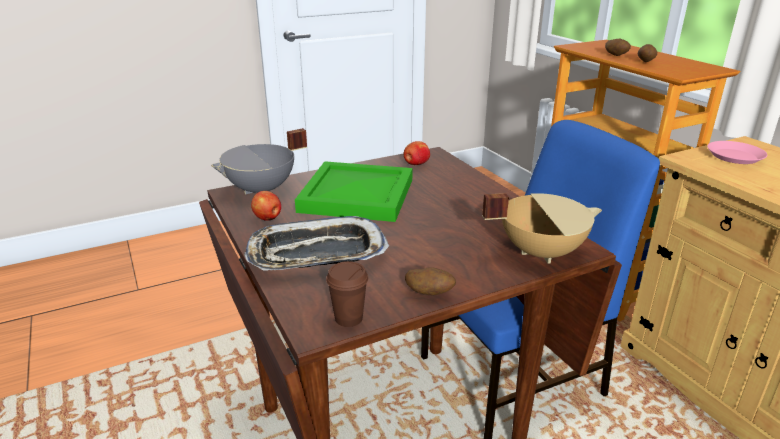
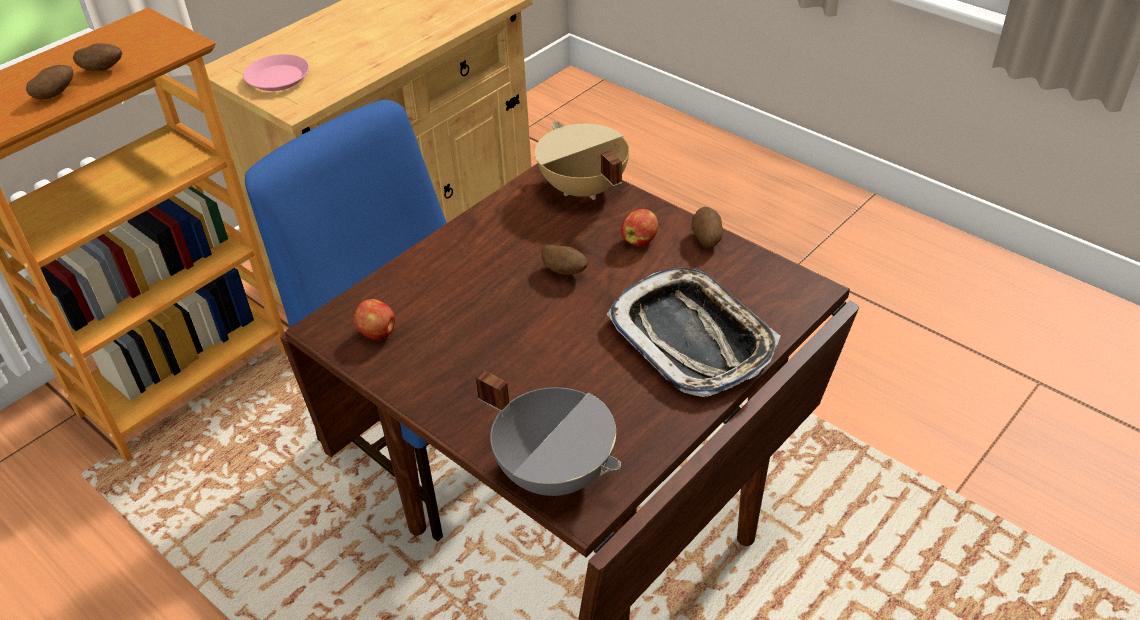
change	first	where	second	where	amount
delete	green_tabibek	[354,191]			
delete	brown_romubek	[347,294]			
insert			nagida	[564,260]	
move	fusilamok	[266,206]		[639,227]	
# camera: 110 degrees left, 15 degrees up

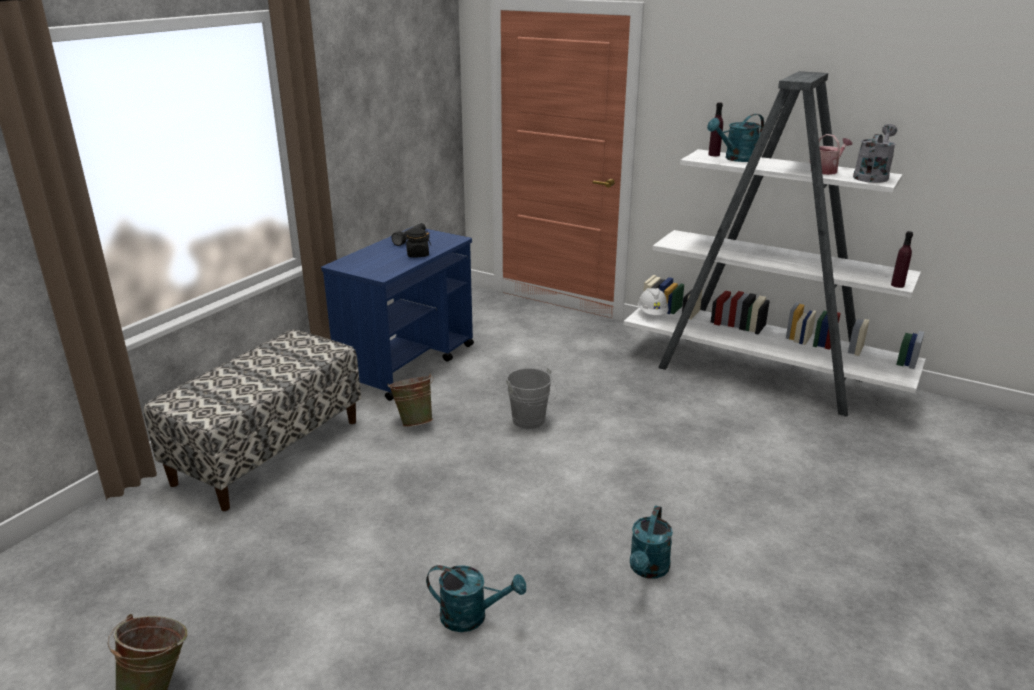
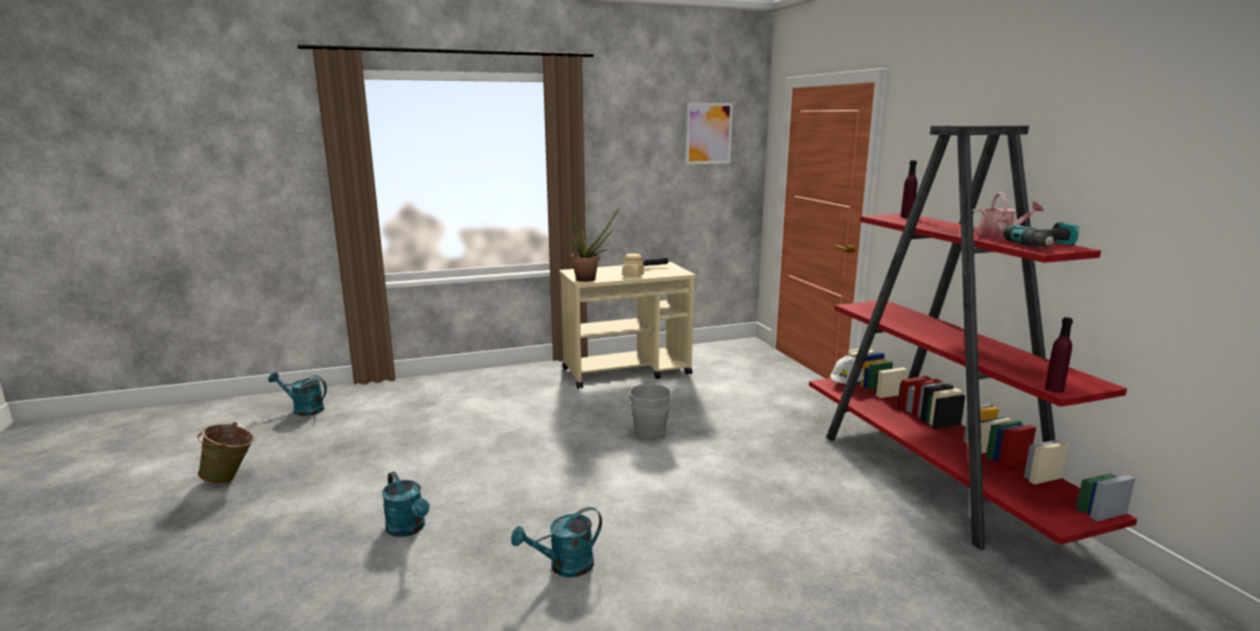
change	first	where	second	where	amount
delete	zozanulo	[252,420]			
delete	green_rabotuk	[410,400]			
insert			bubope	[595,244]	
insert			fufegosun	[709,133]	
move	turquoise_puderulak	[735,138]		[297,394]	
replace	grey_puderulak	[875,153]	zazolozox	[1041,234]	
recolor	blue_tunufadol	[397,313]	beige_tunufadol	[628,325]	
recolor	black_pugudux	[417,243]	beige_pugudux	[633,265]	
recolor	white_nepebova	[774,243]	red_nepebova	[973,337]	
# camera: 40 degrees right, 10 degrees down

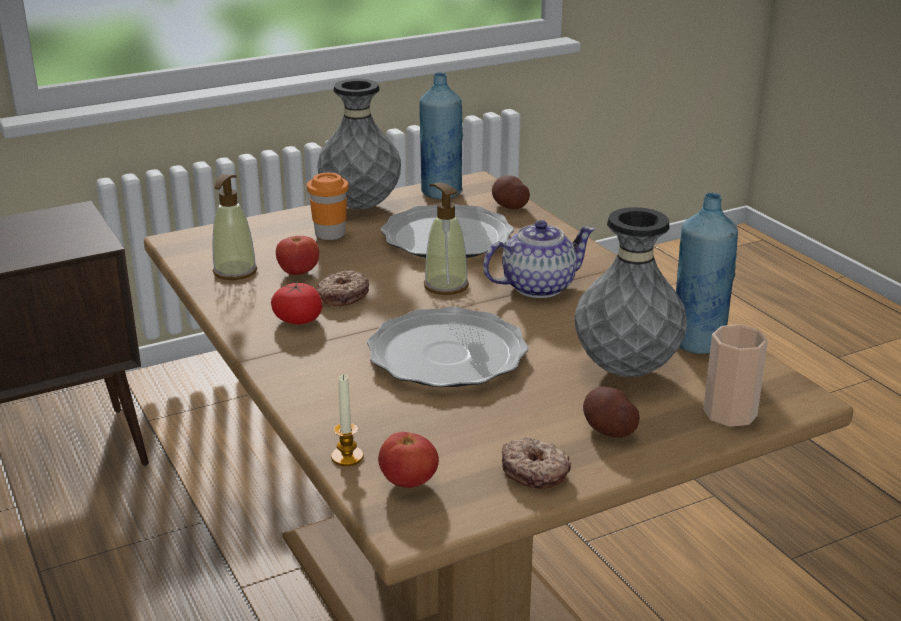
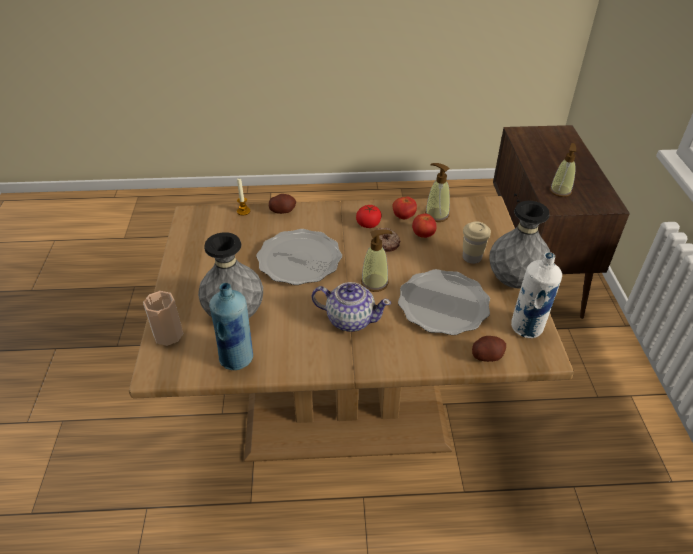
change	first	where	second	where	amount
delete	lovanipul	[536,463]			
insert			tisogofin	[563,170]	
move	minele	[408,460]		[404,208]	
move	nagida	[611,412]		[282,204]	
recolor	orange_romubek	[328,206]	beige_romubek	[477,242]	
recolor	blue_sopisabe	[441,135]	white_sopisabe	[536,295]	
rotate	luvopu	[539,259]		[351,307]	75 degrees counterclockwise
# camera: 115 degrees right, 15 degrees up

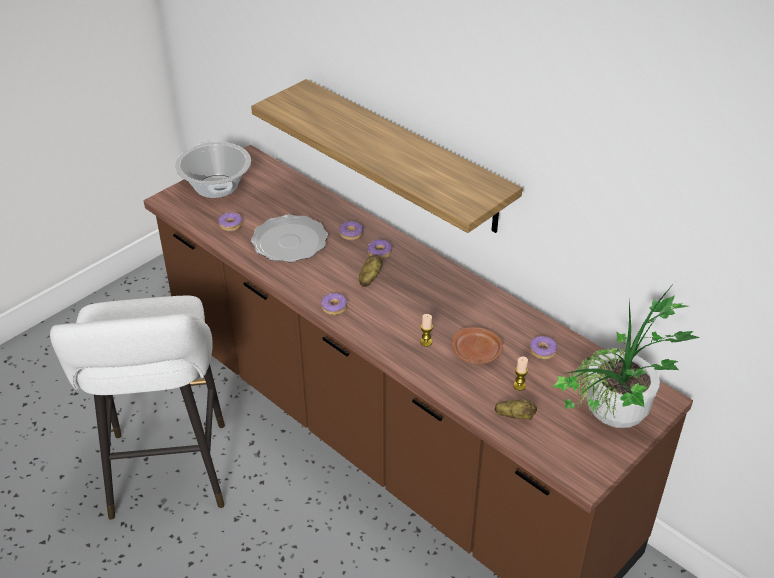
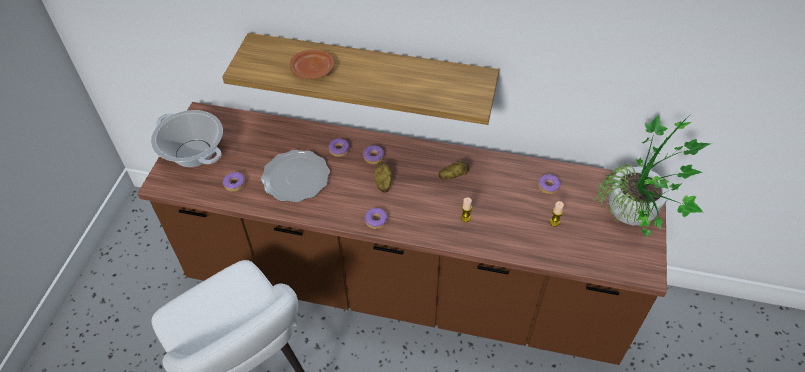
change	first	where	second	where	amount
move	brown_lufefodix	[477,345]		[312,64]	
move	nagida	[516,409]		[454,170]	
# camera: 30 degrees left, 10 degrees up

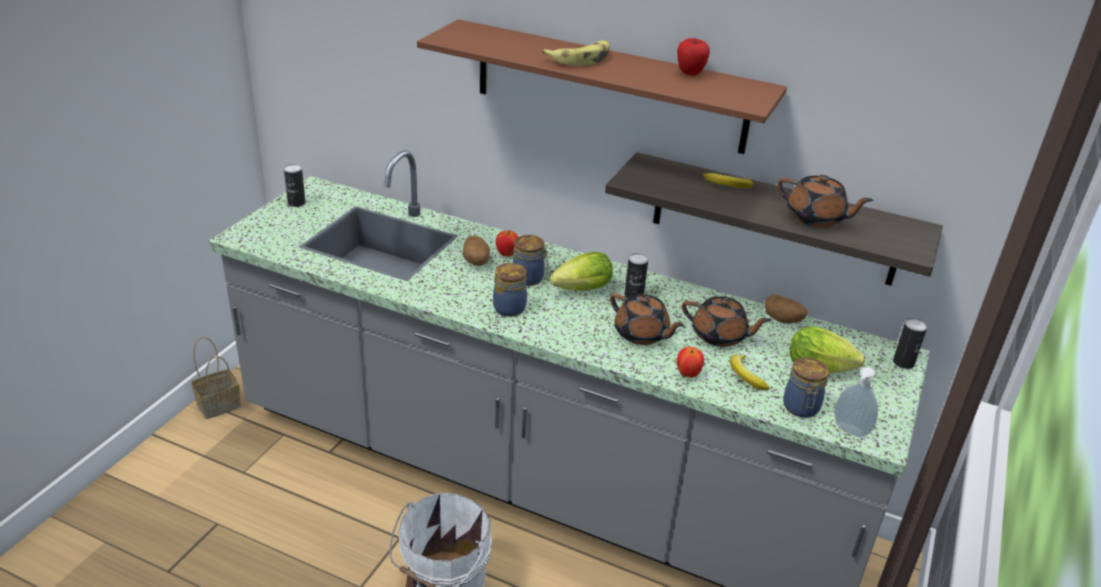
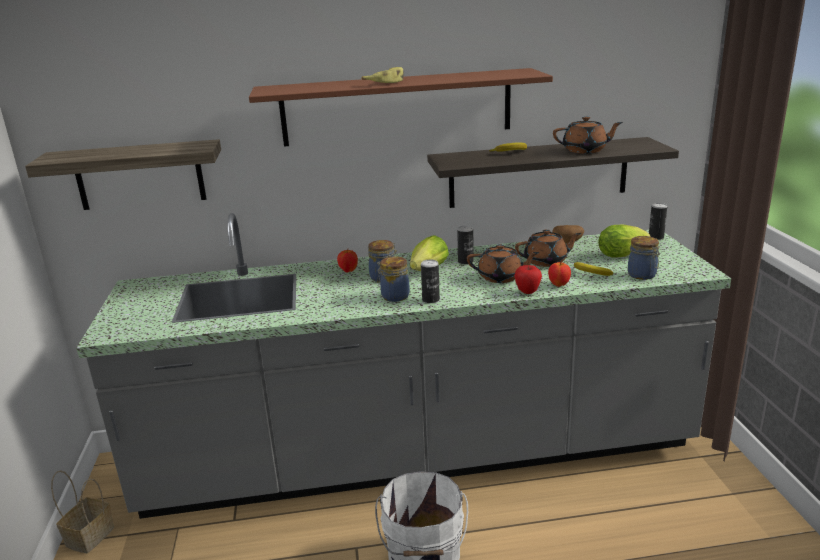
change	first	where	second	where	amount
delete	nagida	[476,250]			
delete	tisogofin	[856,402]			
insert			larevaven	[123,174]	
move	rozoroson	[294,185]		[430,281]	
move	fusilamok	[693,57]		[528,279]	
# camera: 30 degrees left, 10 degrees down

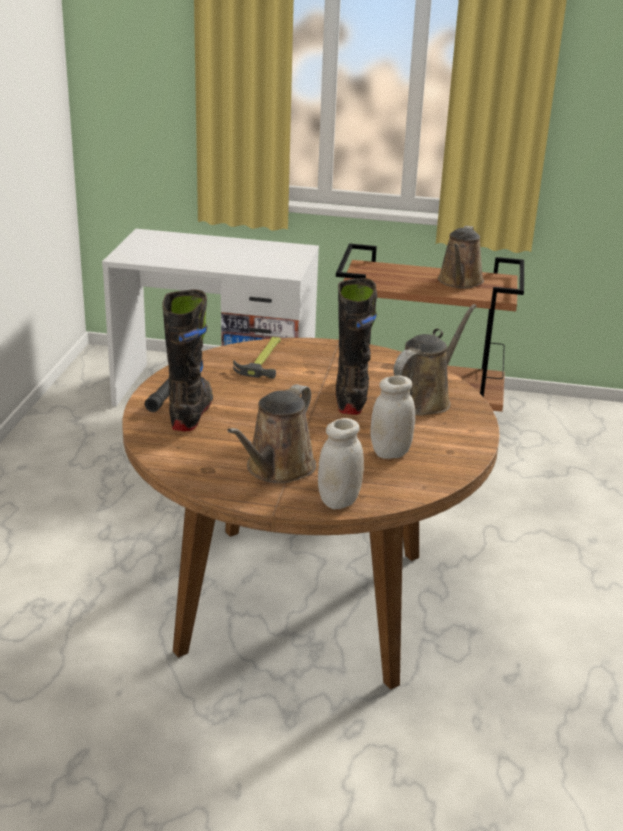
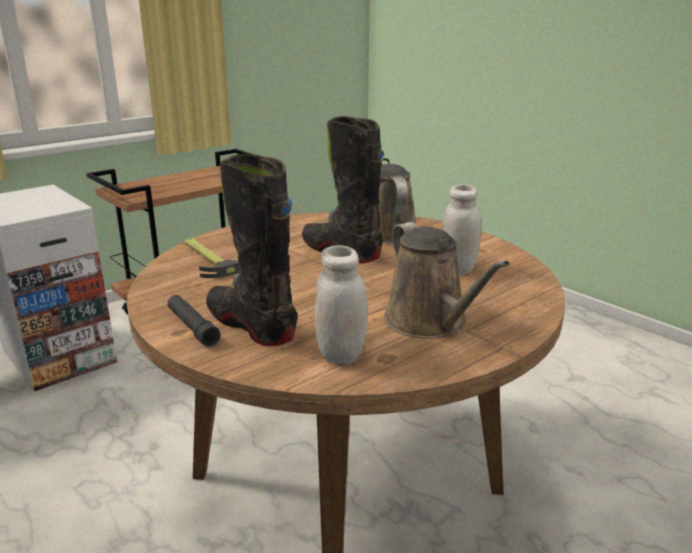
change	first	where	second	where	amount
delete	brown_puderulak	[461,257]			
move	white_pugudux	[341,463]		[341,304]	
# camera: 50 degrees left, 5 degrees down

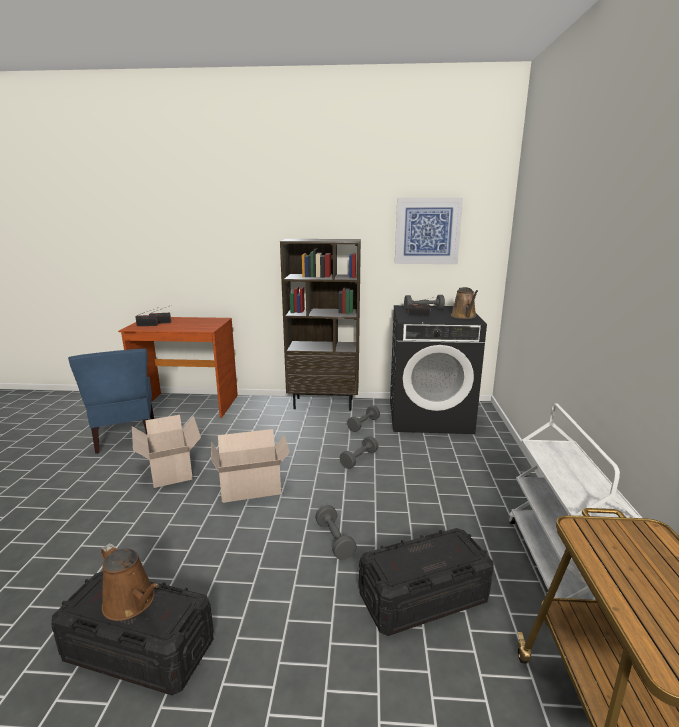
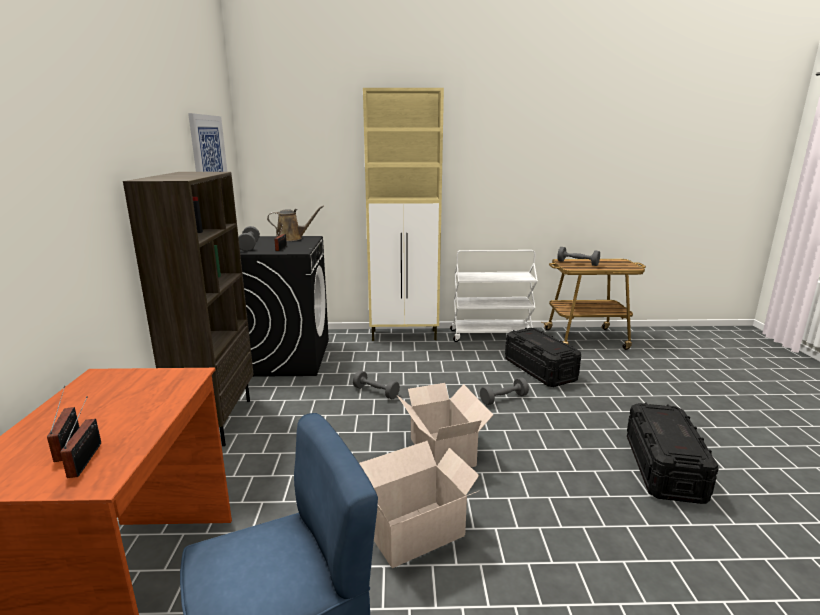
change	first	where	second	where	amount
delete	brown_puderulak	[130,582]			
insert			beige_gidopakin	[403,214]	
move	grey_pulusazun	[363,418]		[578,256]	
# camera: 95 degrees left, 0 degrees up

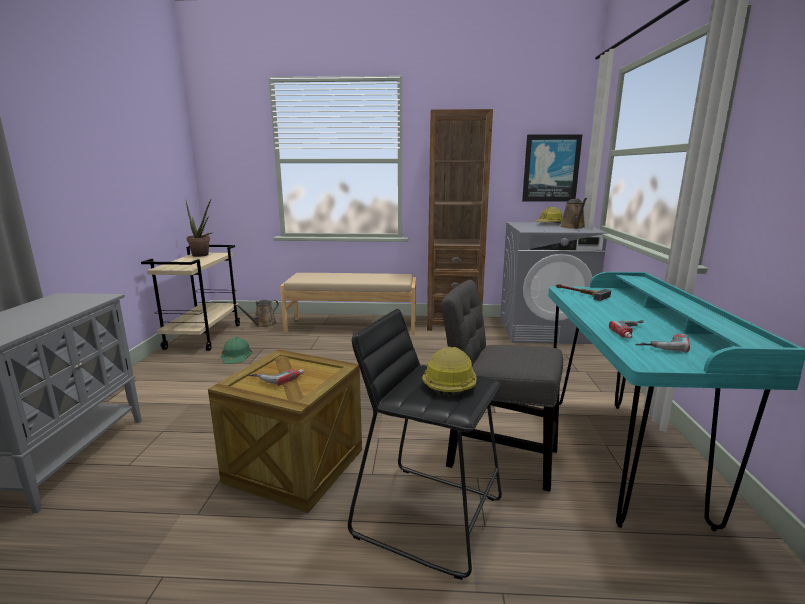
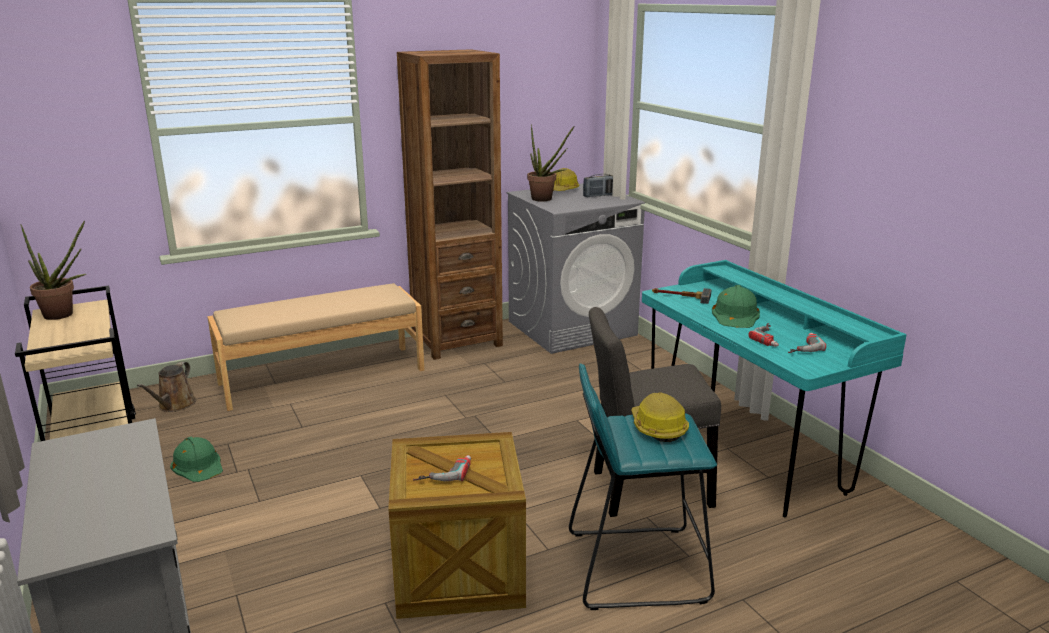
change	first	where	second	where	amount
delete	fufegosun	[552,168]			
insert			bubope	[550,162]	
insert			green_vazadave	[736,306]	
replace	brown_puderulak	[573,213]	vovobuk	[598,185]	
recolor	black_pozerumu	[425,444]	turquoise_pozerumu	[643,486]	
# camera: 30 degrees left, 5 degrees up

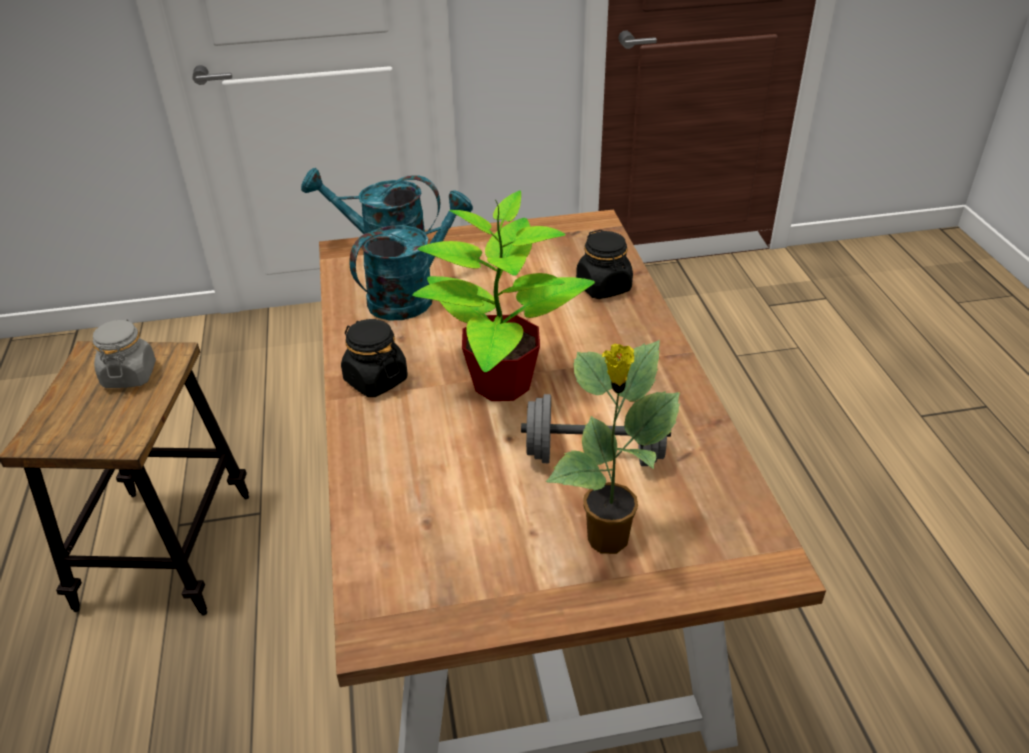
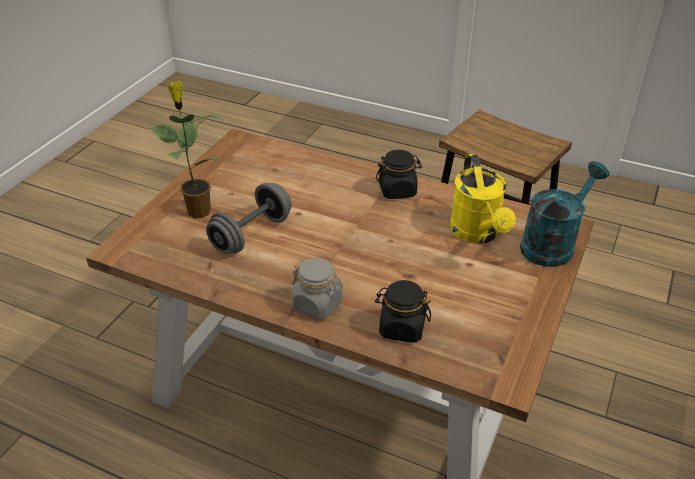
change	first	where	second	where	amount
delete	bubope	[503,295]			
move	grey_pugudux	[124,353]		[317,289]	
recolor	turquoise_puderulak	[411,255]	yellow_puderulak	[483,199]	
# camera: 125 degrees right, 0 degrees up

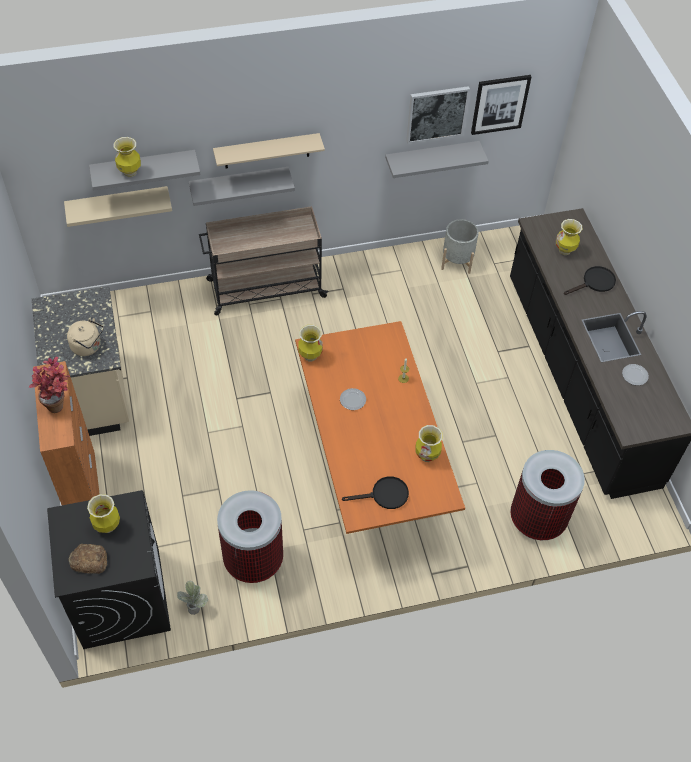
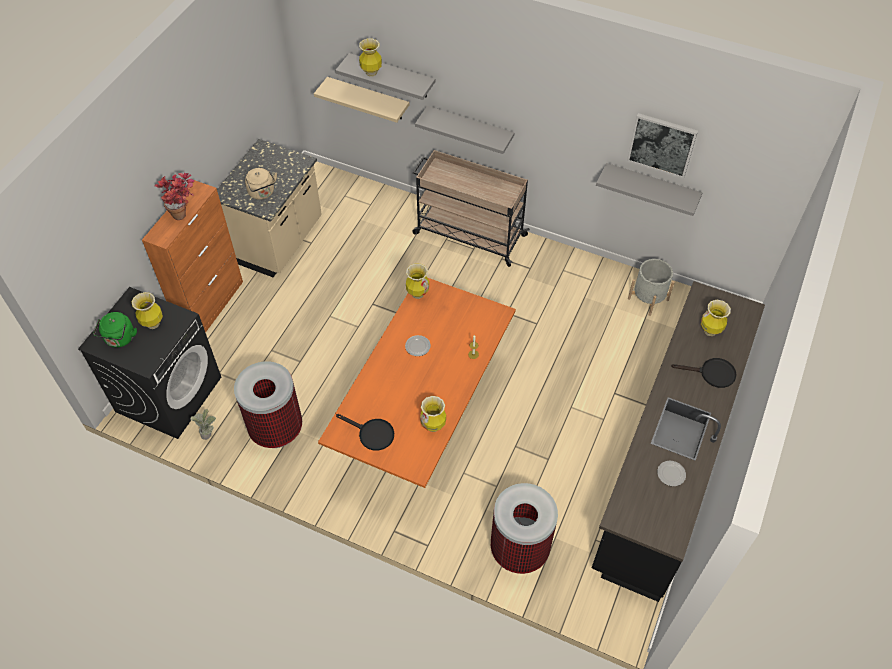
change	first	where	second	where	amount
delete	beige_larevaven	[269,150]			
delete	fufegosun	[501,105]			
replace	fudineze	[87,559]	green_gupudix	[115,329]	
# camera: 40 degrees right, 0 degrees up

